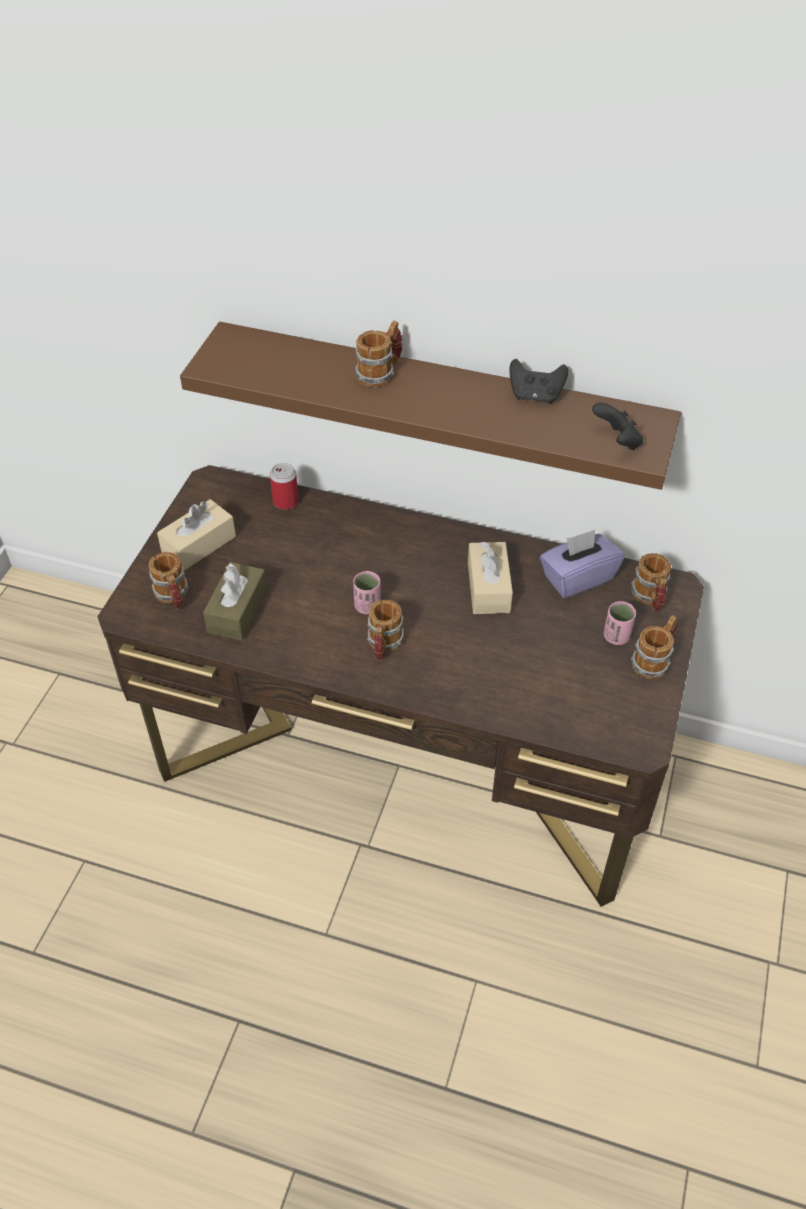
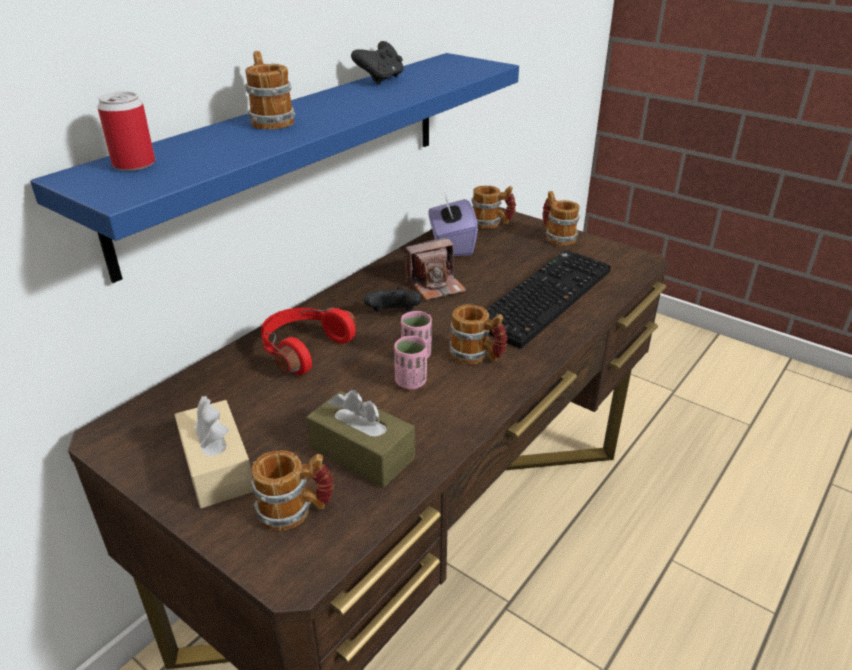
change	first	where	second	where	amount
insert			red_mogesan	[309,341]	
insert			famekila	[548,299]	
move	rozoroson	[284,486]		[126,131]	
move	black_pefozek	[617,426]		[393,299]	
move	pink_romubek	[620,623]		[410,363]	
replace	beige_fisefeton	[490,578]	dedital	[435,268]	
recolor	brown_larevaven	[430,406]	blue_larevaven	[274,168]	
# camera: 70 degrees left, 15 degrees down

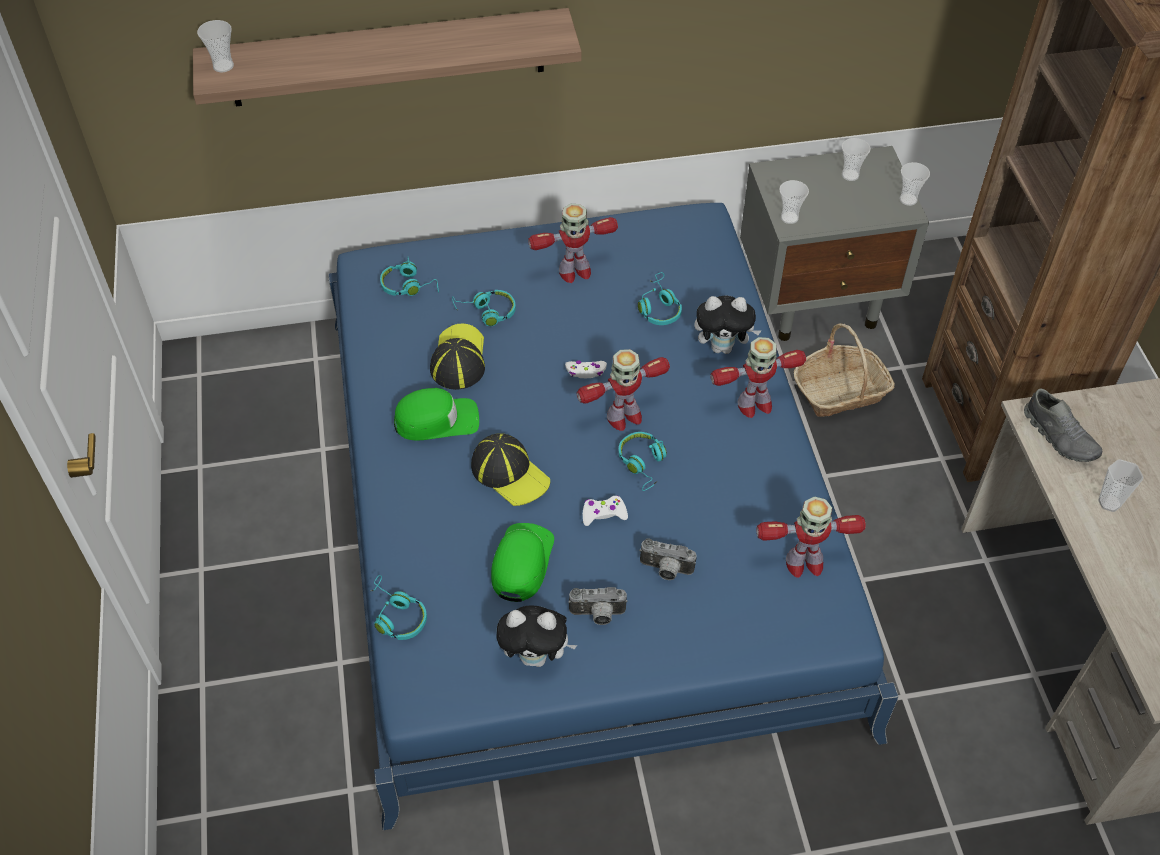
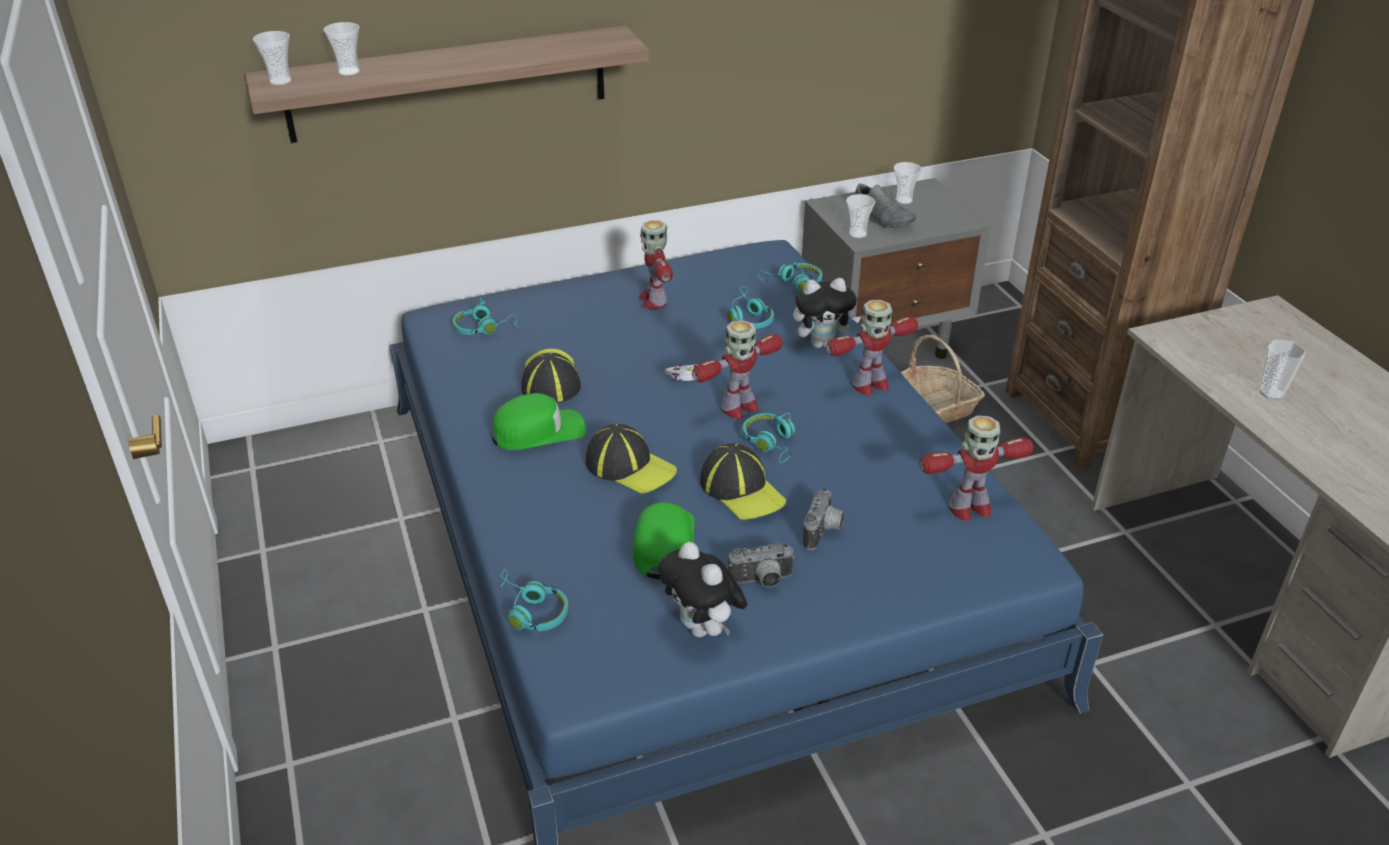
change	first	where	second	where	amount
move	turquoise_mogesan	[484,308]		[790,277]	
move	romubek	[914,184]		[341,49]	
move	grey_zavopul	[1063,425]		[885,205]	
replace	white_pefozek	[605,510]	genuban	[743,481]	
rotate	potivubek	[536,636]		[702,589]	60 degrees clockwise
rotate	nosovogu	[573,243]		[656,264]	105 degrees clockwise
rotate	dedital	[668,559]		[824,519]	75 degrees counterclockwise
# camera: 10 degrees left, 15 degrees down

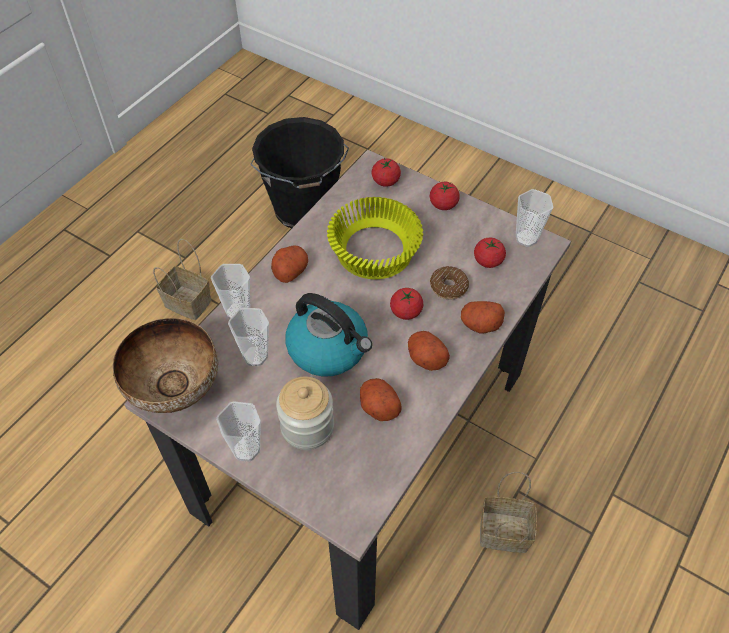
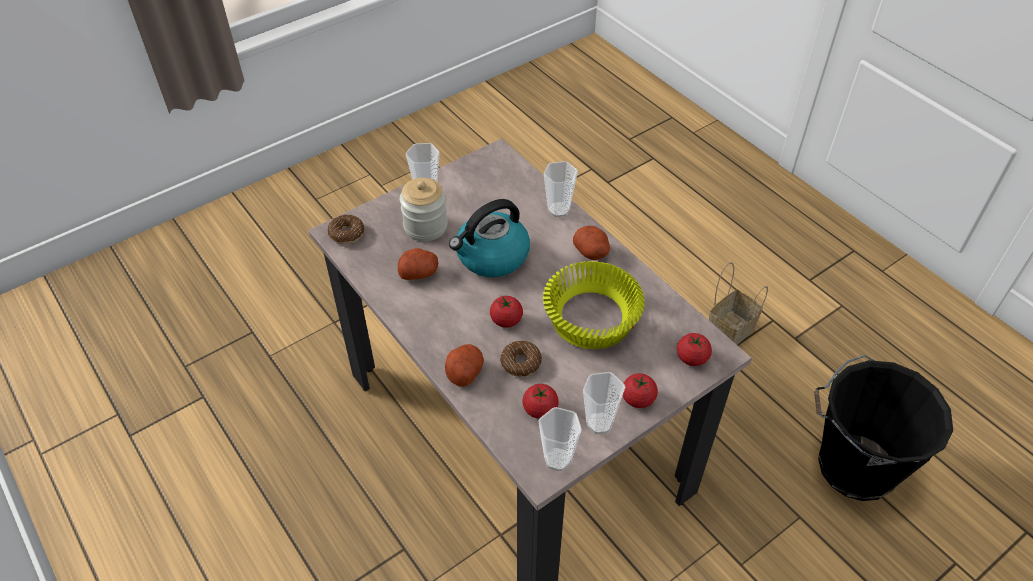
change	first	where	second	where	amount
delete	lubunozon	[165,365]			
delete	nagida	[429,351]			
delete	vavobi	[508,512]			
insert			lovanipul	[345,229]	
move	romubek	[248,337]		[604,403]	
# camera: 110 degrees right, 5 degrees down

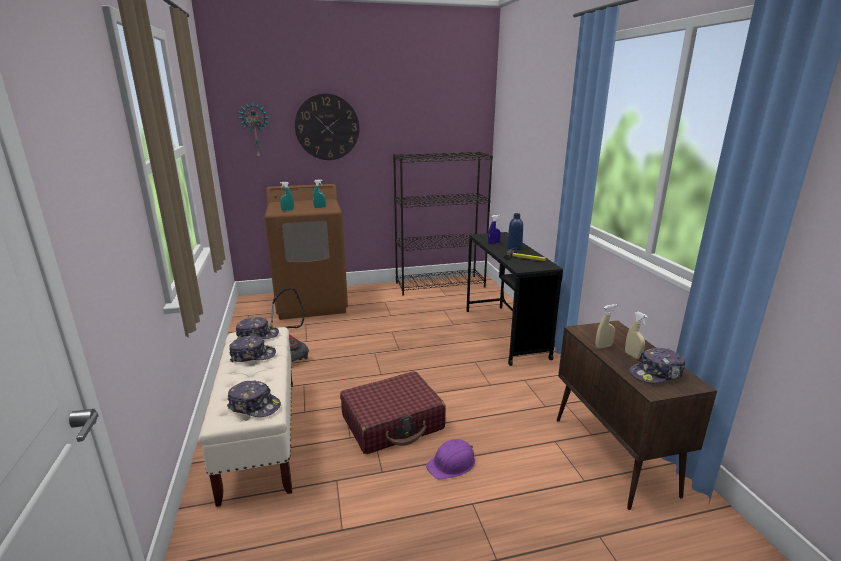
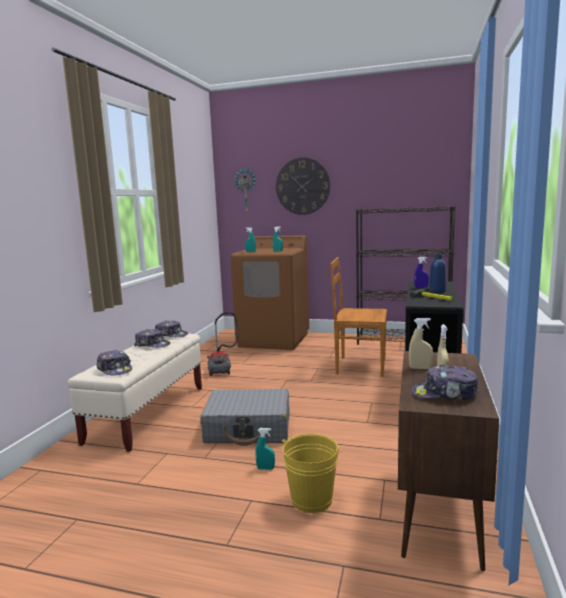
change	first	where	second	where	amount
insert			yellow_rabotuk	[312,473]	
insert			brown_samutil	[358,317]	
replace	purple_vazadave	[450,459]	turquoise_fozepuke	[265,449]	
recolor	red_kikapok	[393,412]	grey_kikapok	[244,417]	
# camera: 30 degrees right, 10 degrees down

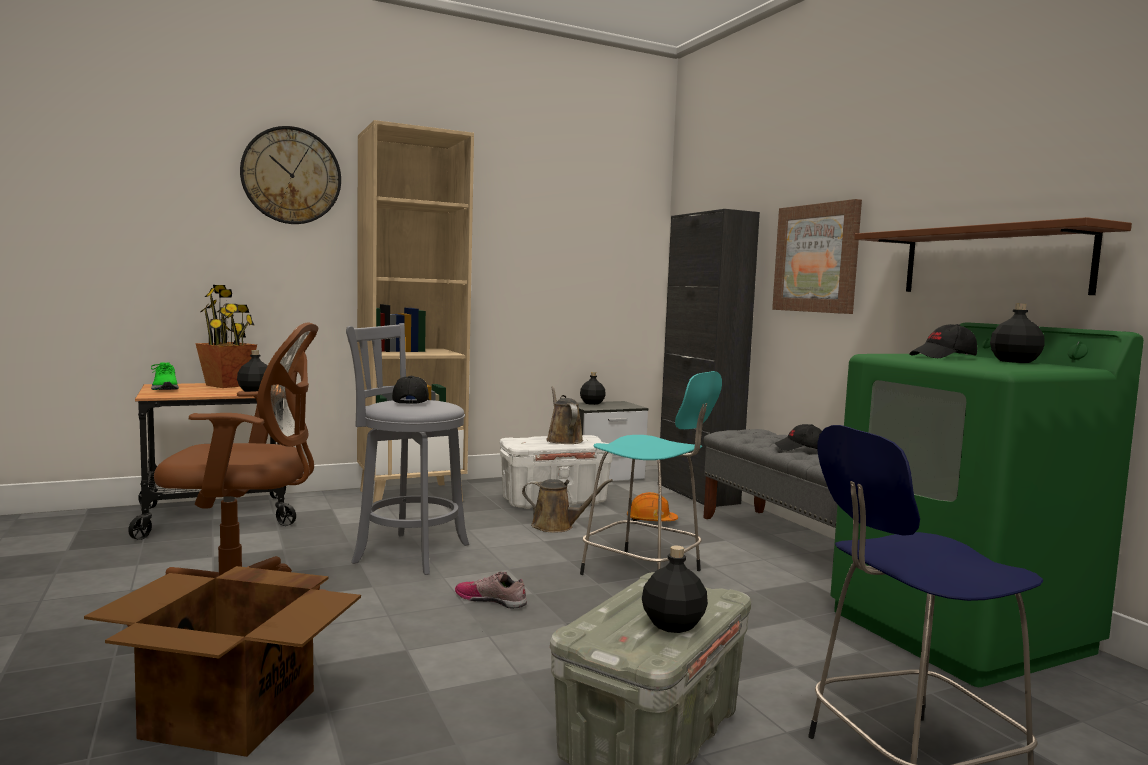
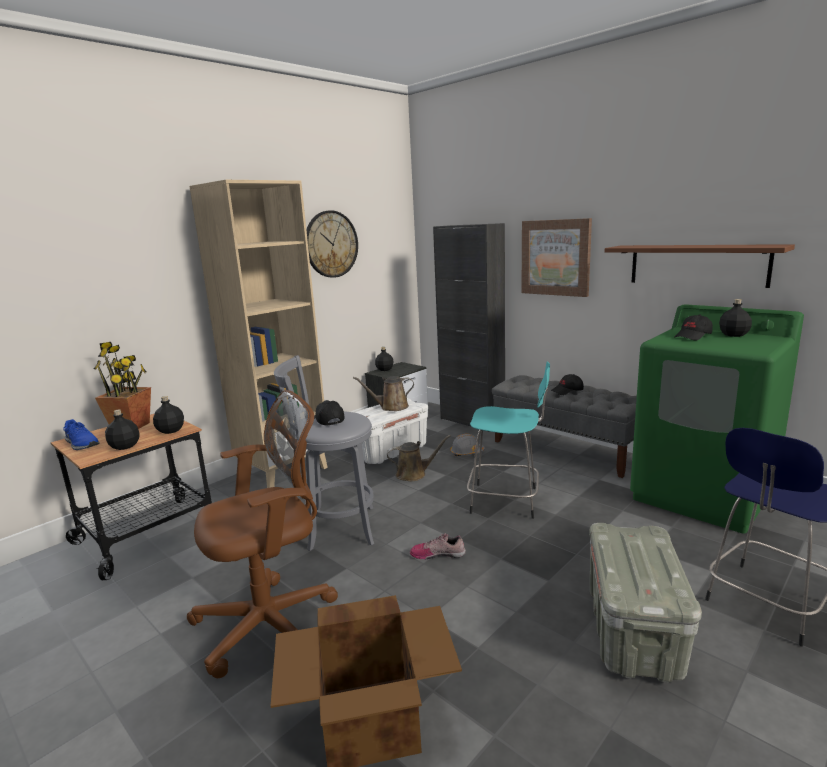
change	first	where	second	where	amount
move	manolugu	[290,175]		[332,244]	
move	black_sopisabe	[675,589]		[122,430]	
recolor	green_zavopul	[165,376]	blue_zavopul	[81,434]	
recolor	orange_vazadave	[652,506]	grey_vazadave	[467,445]	
rotate	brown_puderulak	[564,415]		[383,393]	60 degrees counterclockwise
# camera: 20 degrees left, 10 degrees up

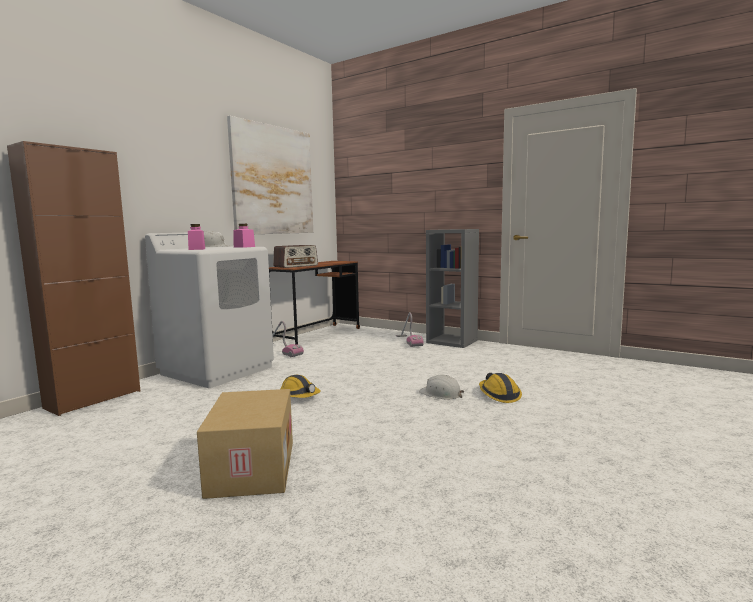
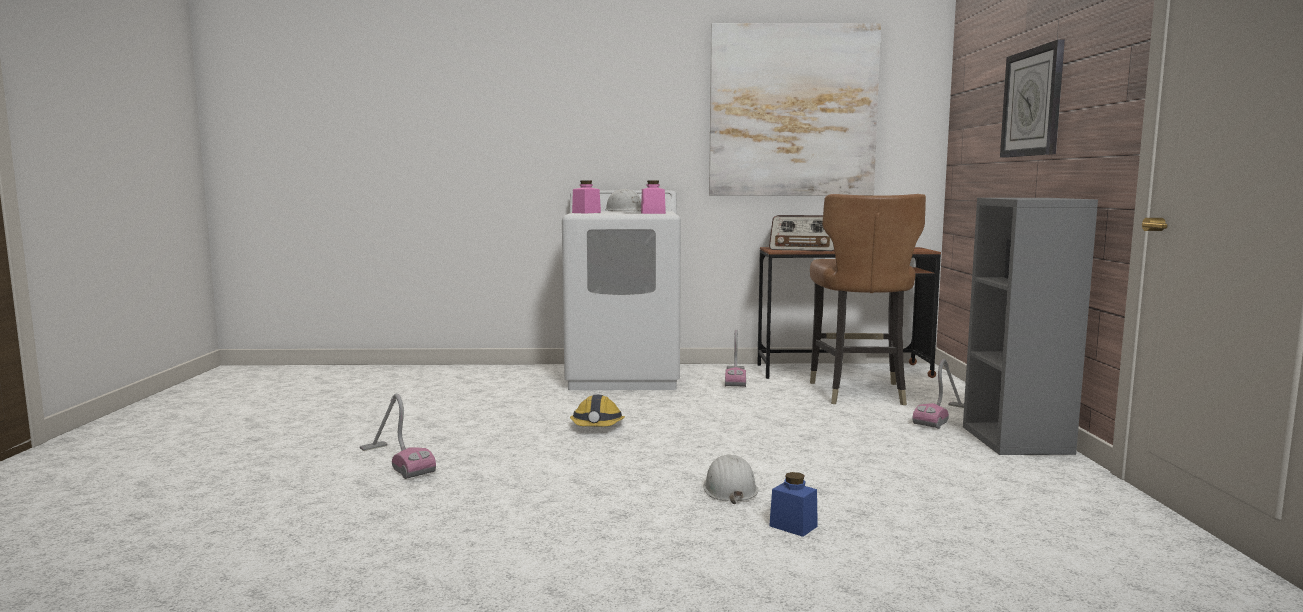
change	first	where	second	where	amount
delete	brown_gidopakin	[73,278]			
insert			brown_samutil	[868,299]	
insert			manolugu	[1032,99]	
replace	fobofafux	[245,444]	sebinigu	[398,436]	
replace	vazadave	[500,388]	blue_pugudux	[793,504]	
# camera: 55 degrees right, 0 degrees up

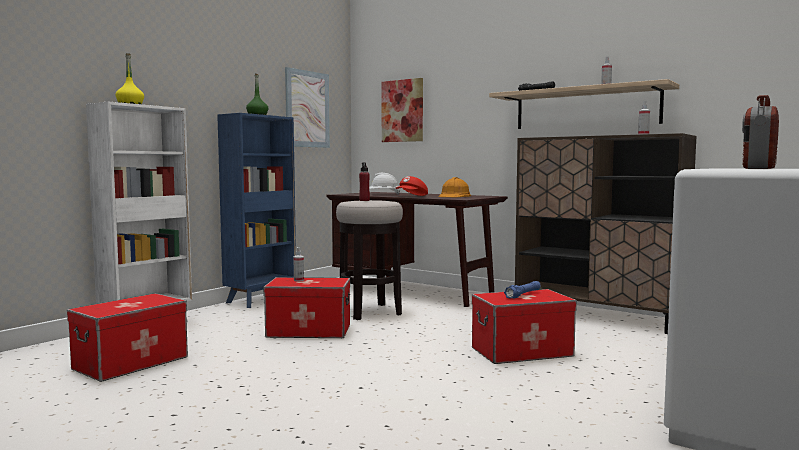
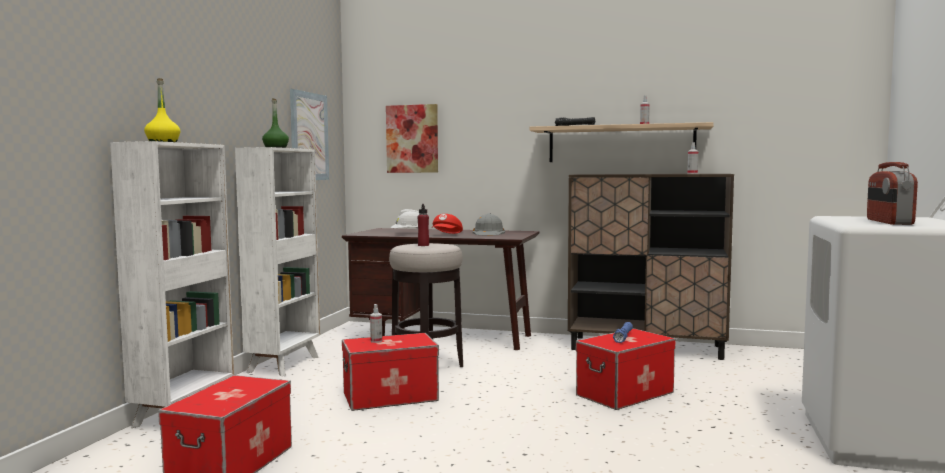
change	first	where	second	where	amount
recolor	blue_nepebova	[256,210]	white_nepebova	[277,261]	
recolor	orange_vazadave	[455,187]	grey_vazadave	[489,224]	
# camera: 20 degrees left, 0 degrees up

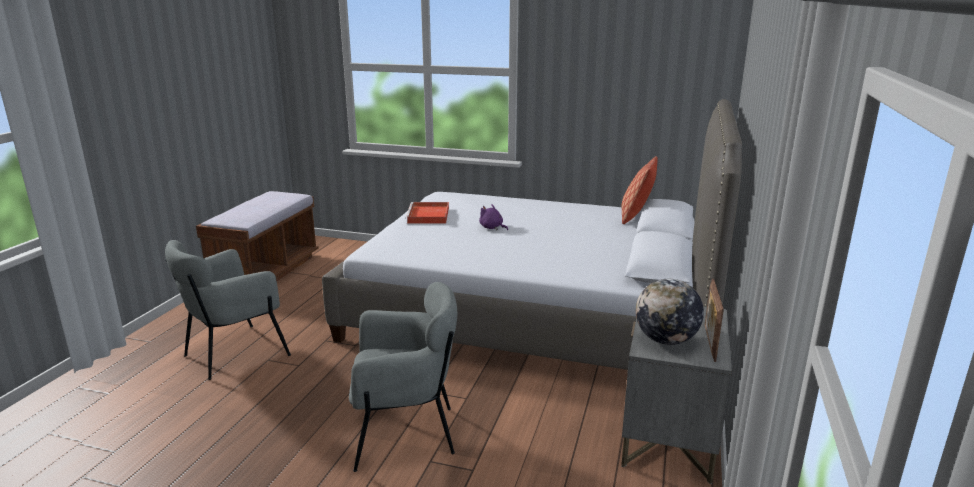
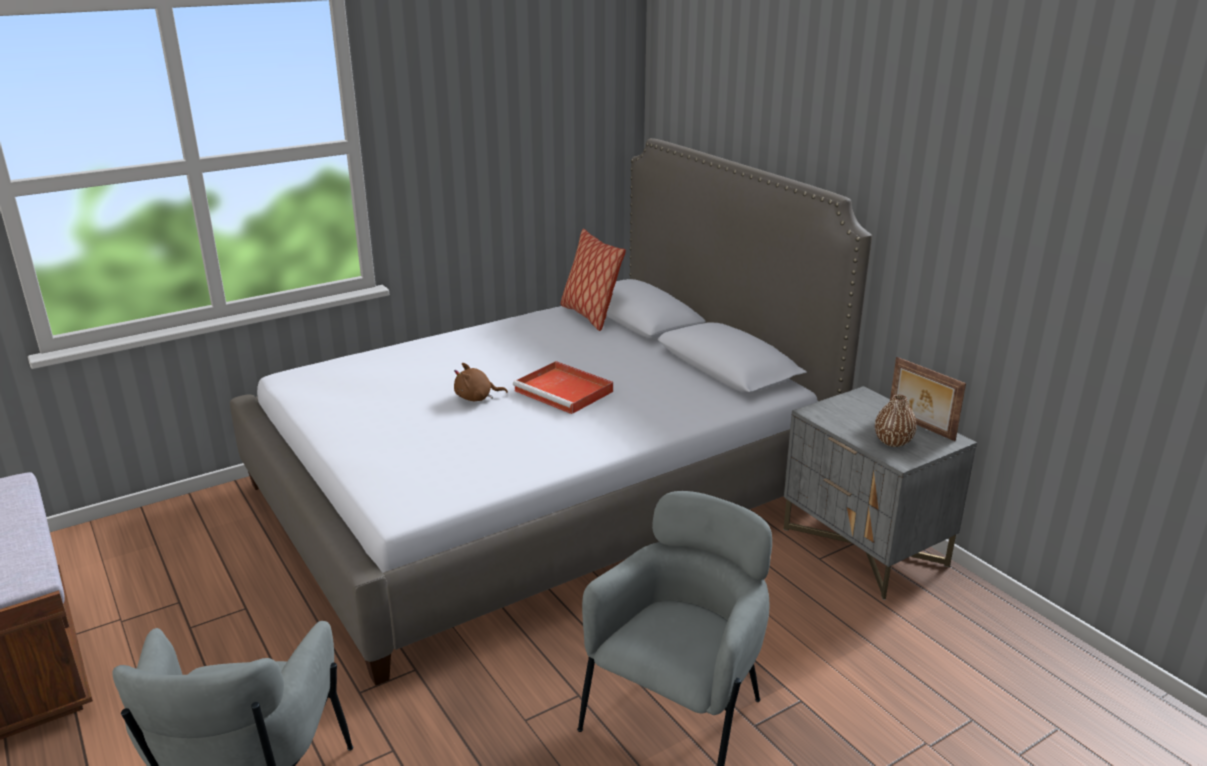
change	first	where	second	where	amount
move	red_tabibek	[427,212]		[563,387]	
replace	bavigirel	[670,312]	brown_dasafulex	[896,420]	
recolor	purple_potivubek	[493,217]	brown_potivubek	[481,382]	
# camera: 50 degrees left, 5 degrees up

